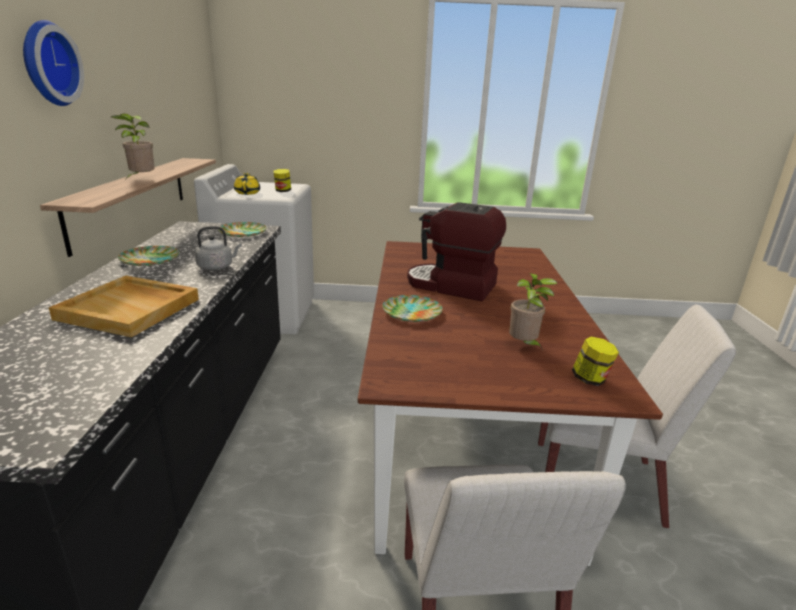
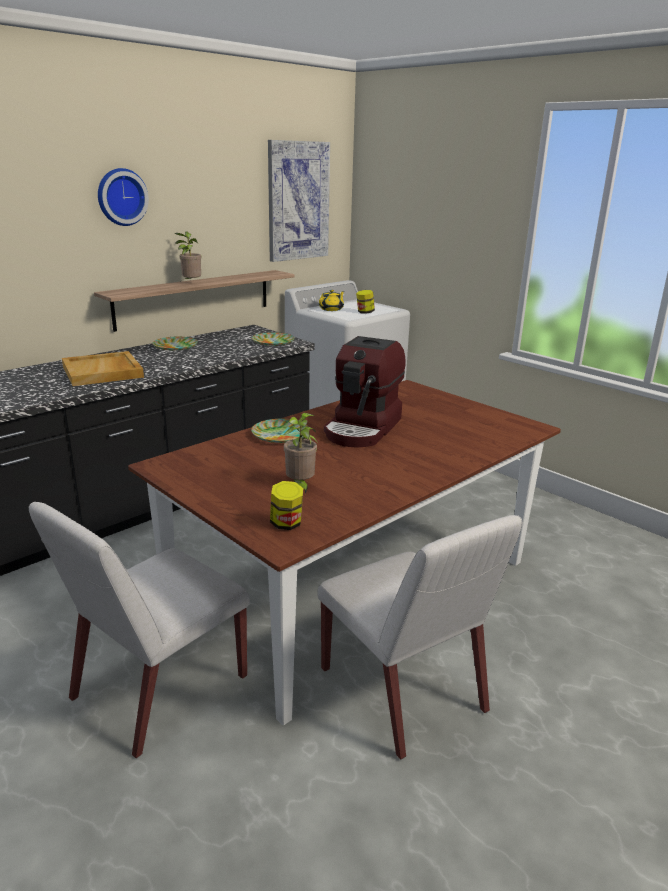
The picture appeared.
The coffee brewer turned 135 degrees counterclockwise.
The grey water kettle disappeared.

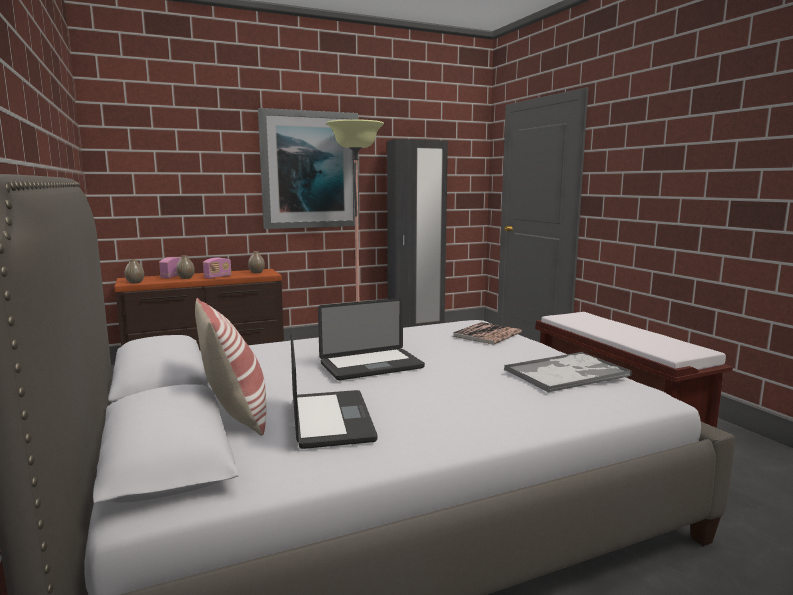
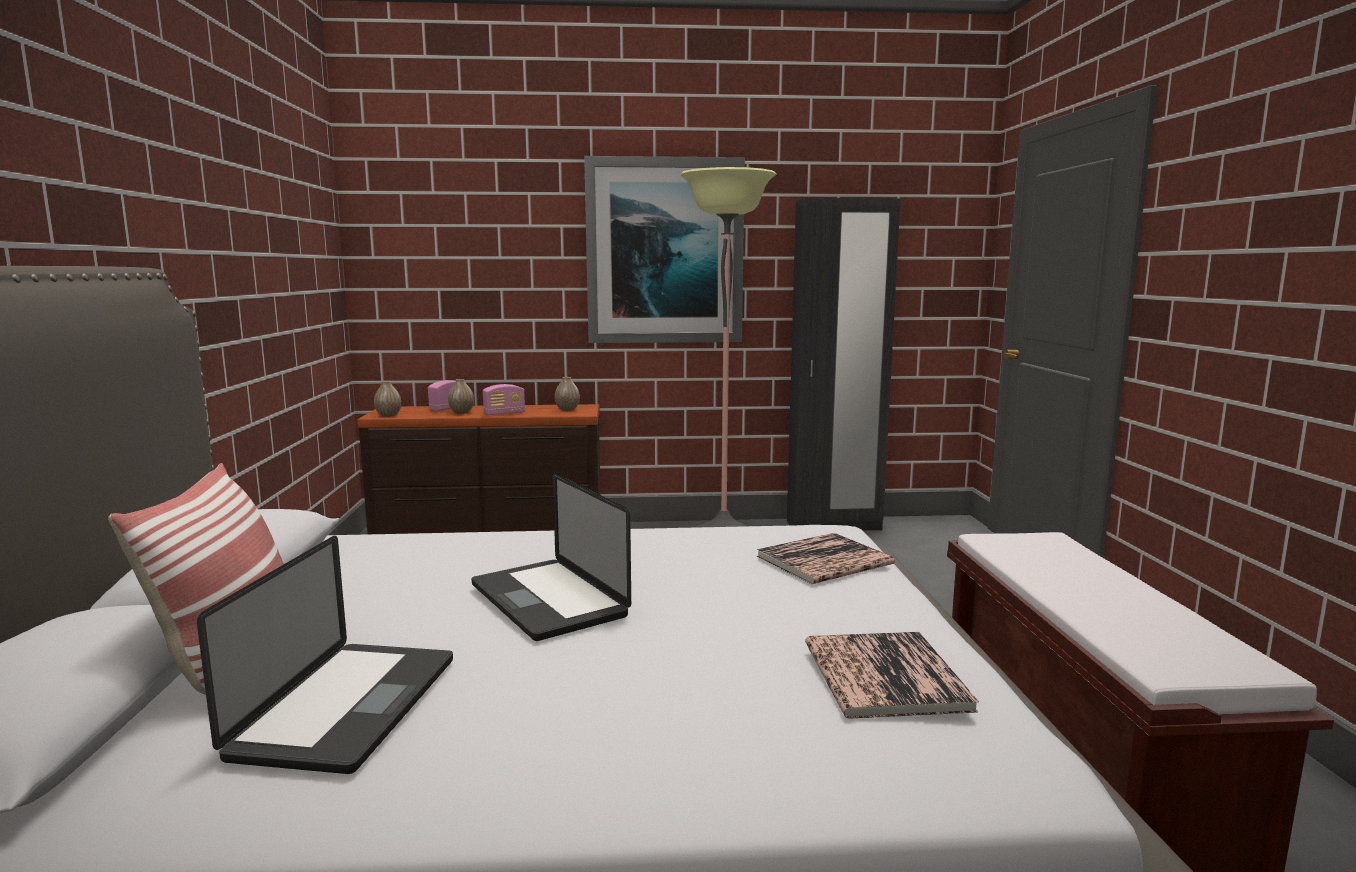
The portable computer (2nd from left) turned 60 degrees clockwise.
The tray was replaced by the book (2nd from left).

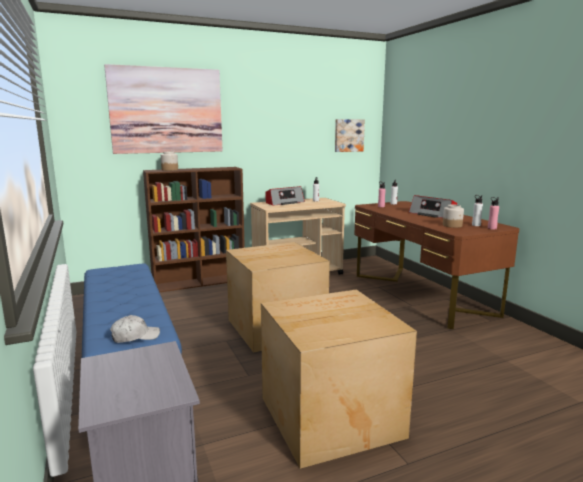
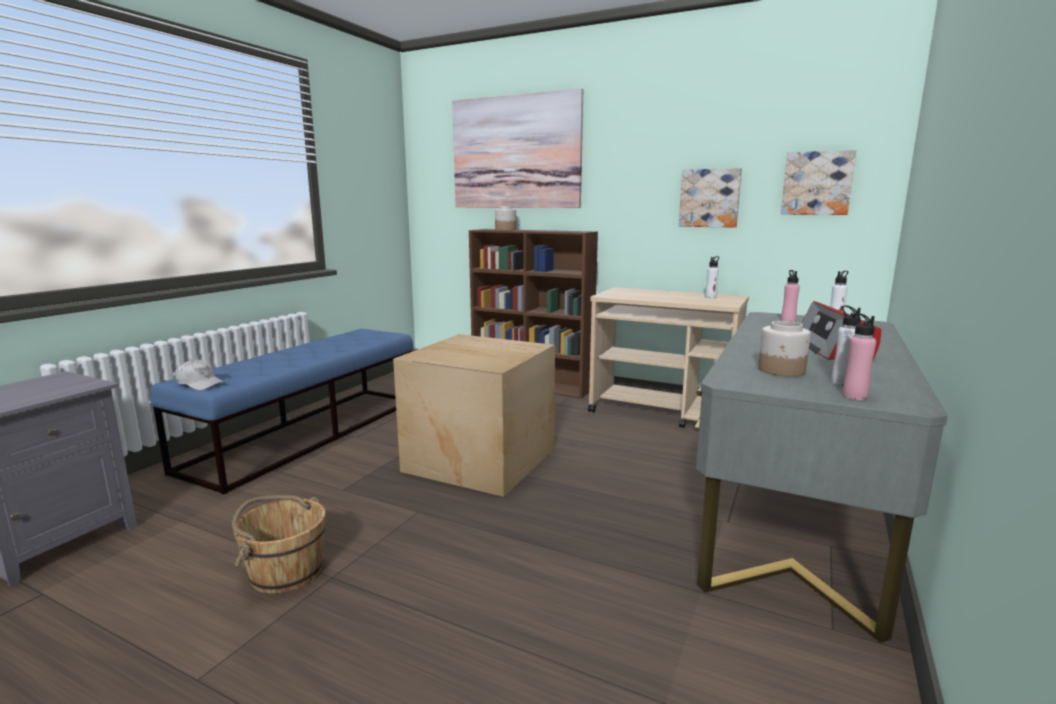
The carton (2nd from left) was replaced by the brown bucket.
The picture (2nd from left) appeared.
The brown desk unit became the grey desk unit.
The radio receiver (1st from left) disappeared.

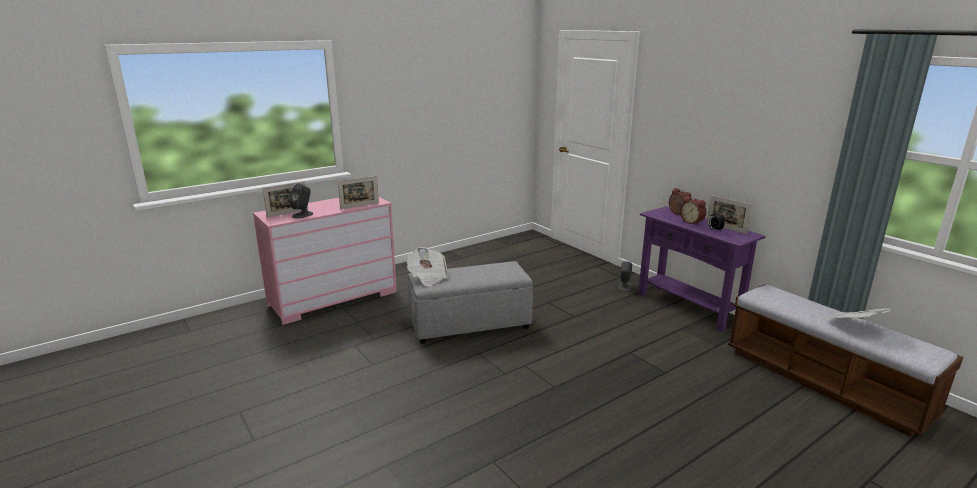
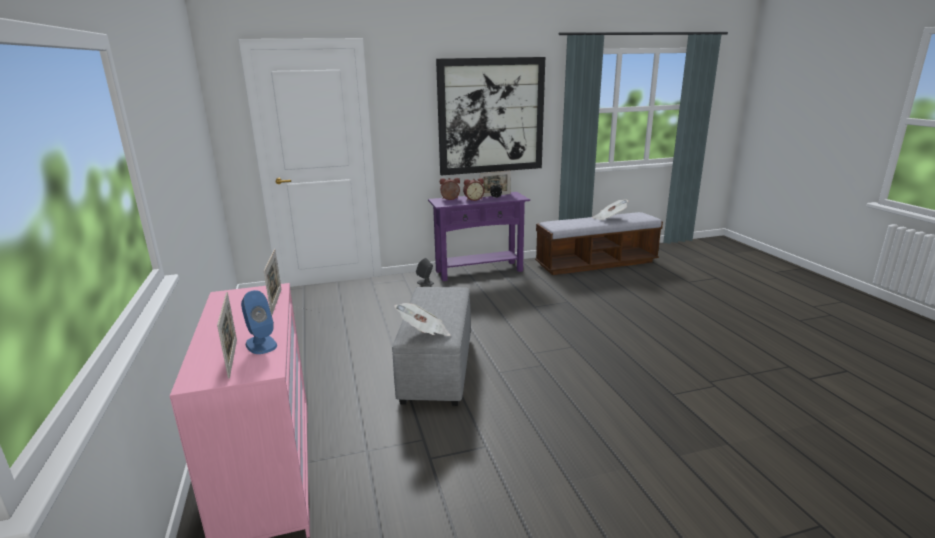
The grey speaker (1st from left) became the bluish speaker.
The picture appeared.

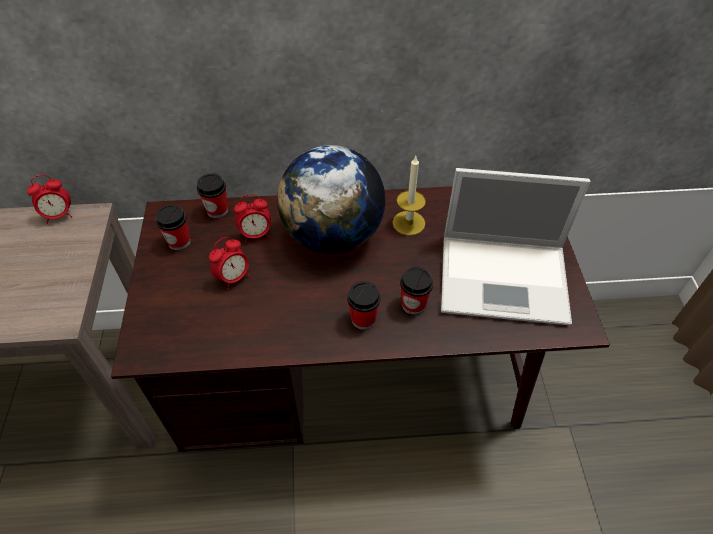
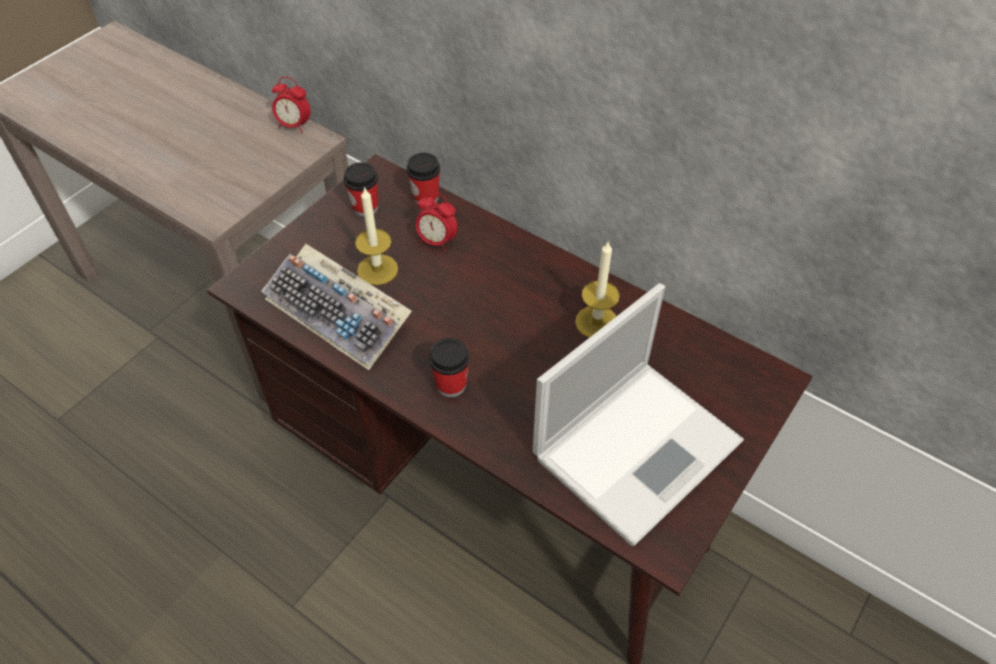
The computer keyboard appeared.
The bedside clock (2nd from left) was replaced by the wax candle (1st from left).
The portable computer turned 90 degrees counterclockwise.
The globe disappeared.
The drinking cup (4th from left) disappeared.

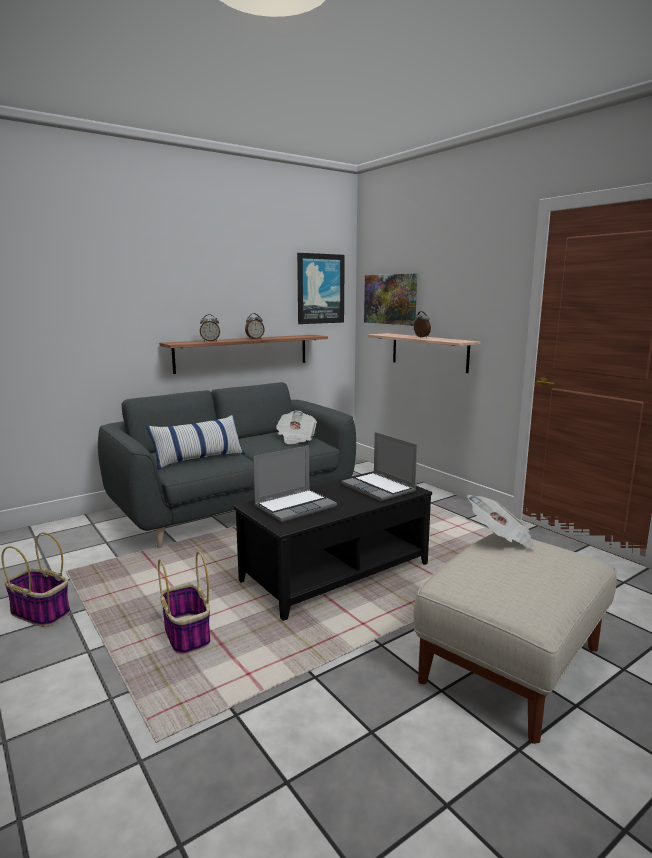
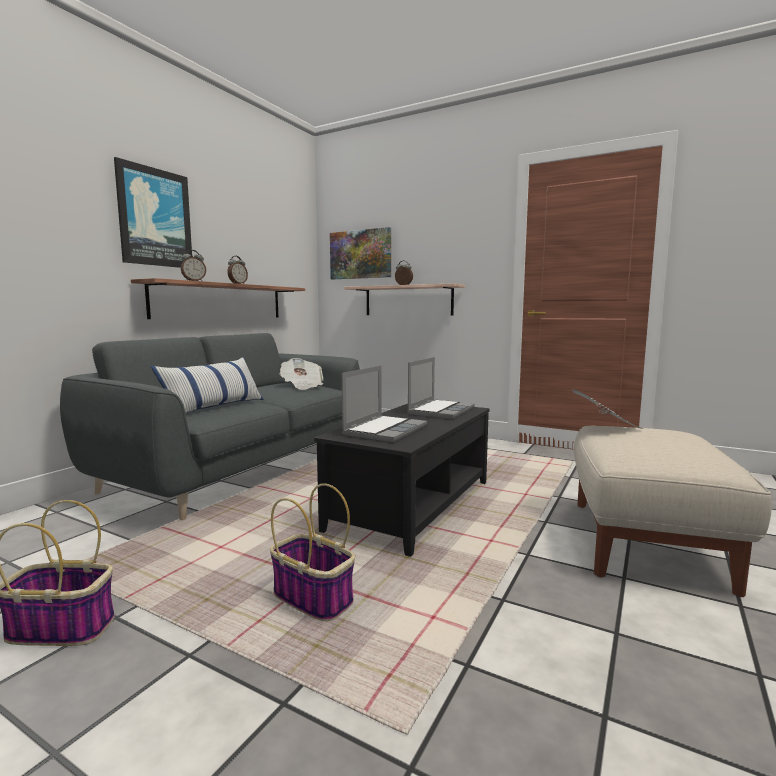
The picture (1st from left) moved.
The portable computer (2nd from left) turned 90 degrees counterclockwise.

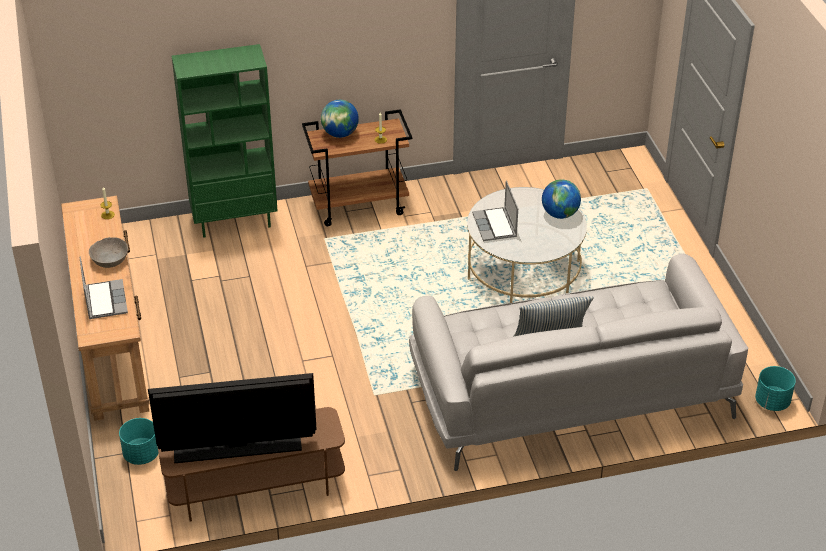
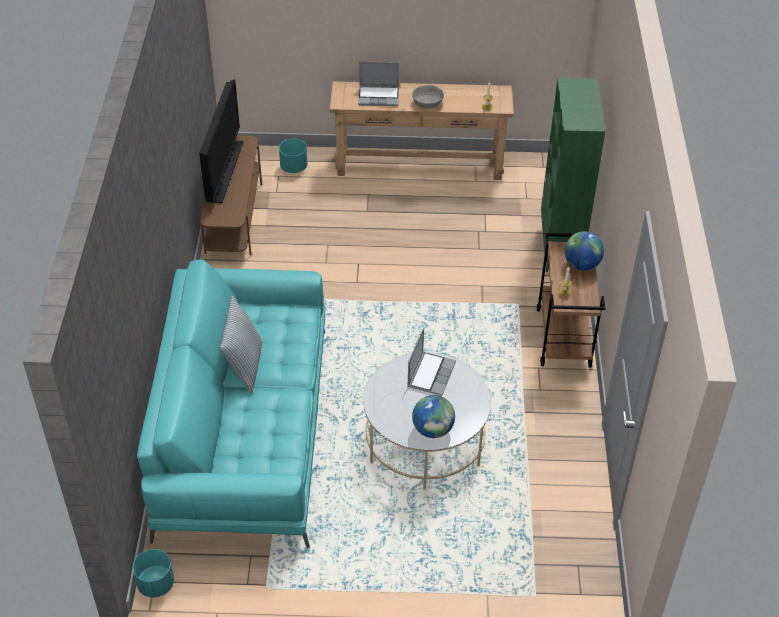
The grey couch became the blue-green couch.
The portable computer (2nd from left) turned 105 degrees clockwise.

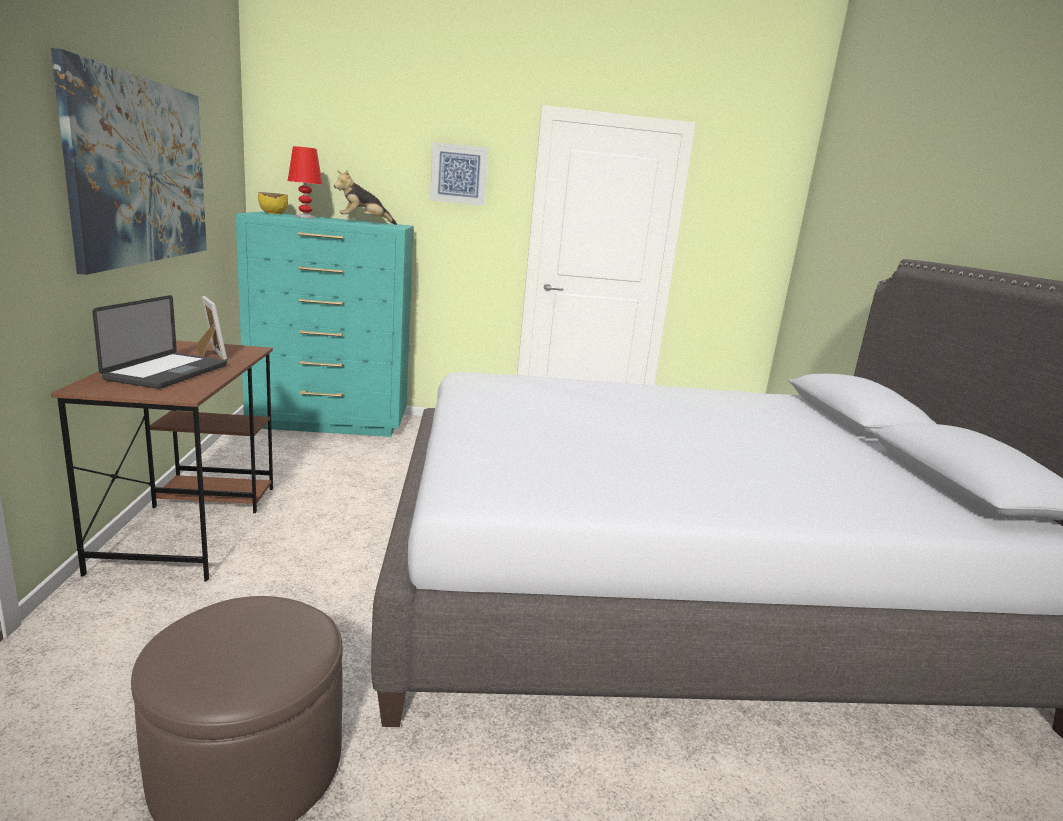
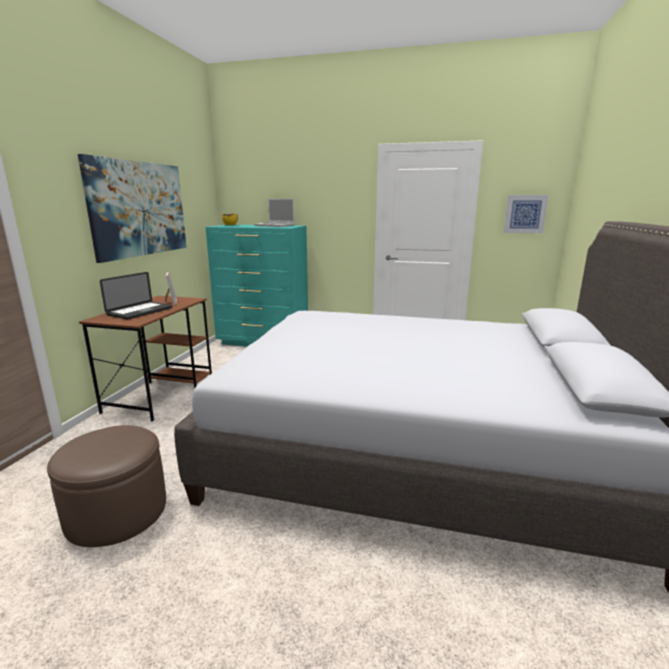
The cuddly toy was replaced by the portable computer (2nd from left).
The picture (2nd from left) moved.
The reddish table lamp disappeared.

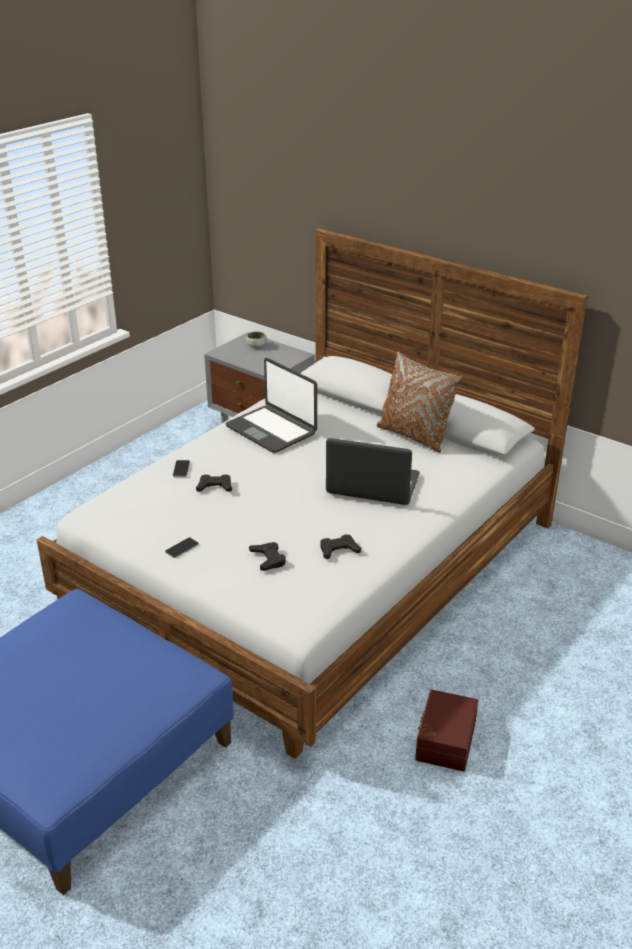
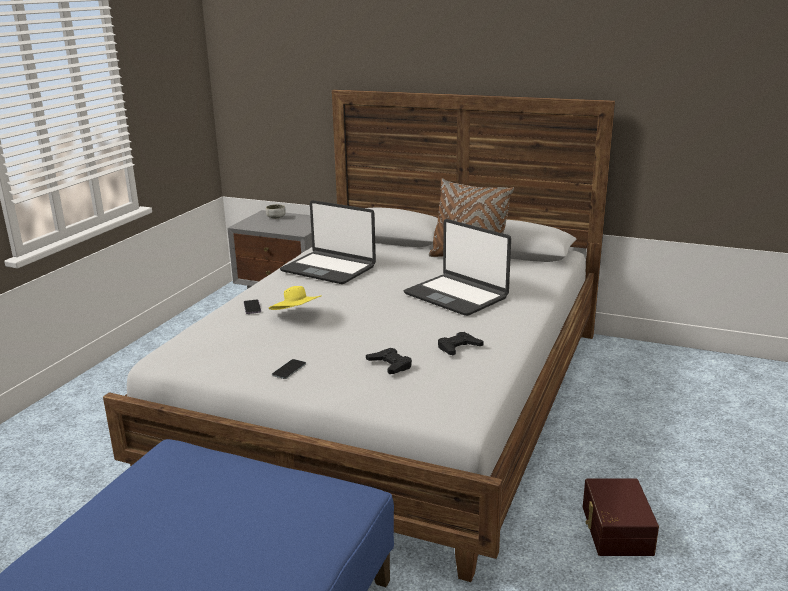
The black-coloured joypad (1st from left) was replaced by the yellow hat.
The portable computer (2nd from left) turned 135 degrees counterclockwise.

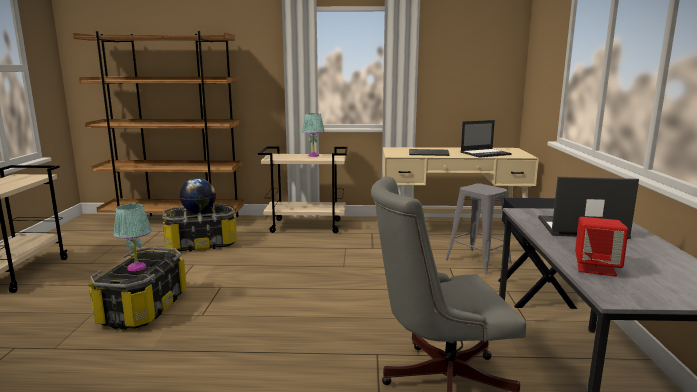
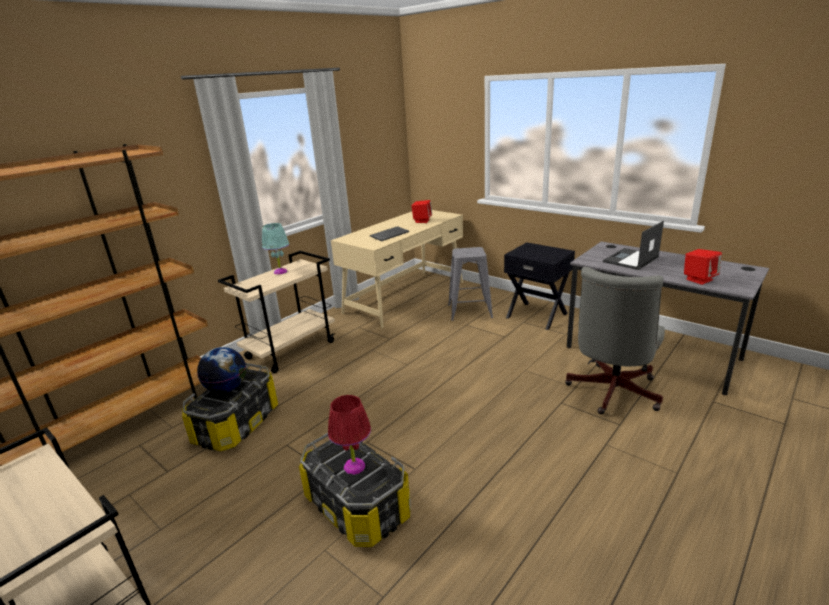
The blue-green table lamp (1st from left) became the reddish table lamp.
The portable computer (1st from left) was replaced by the reddish speaker (1st from left).

